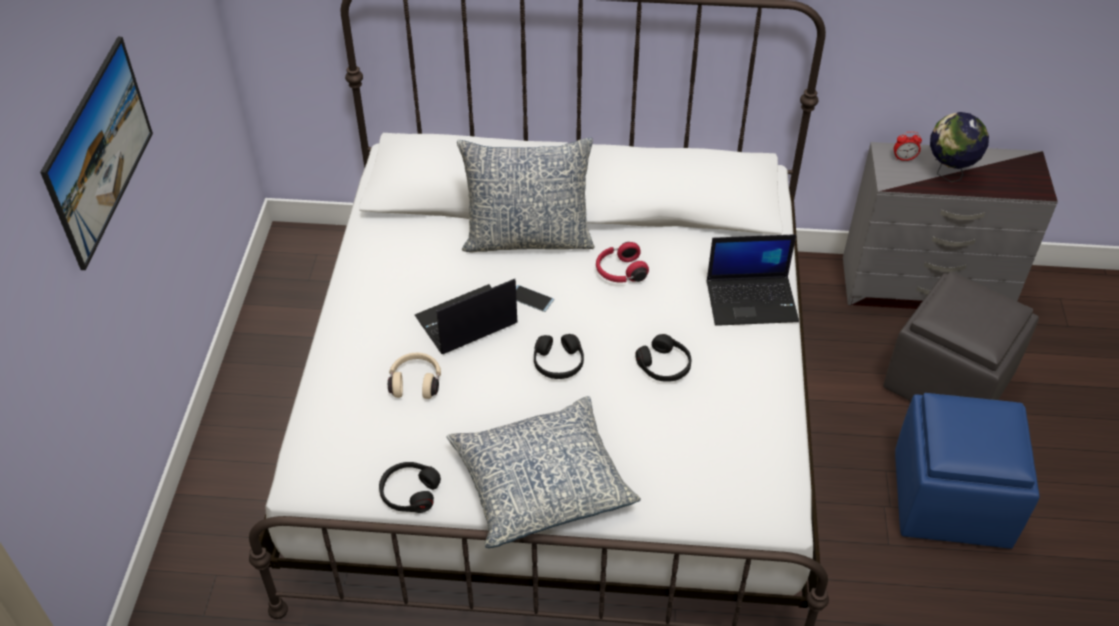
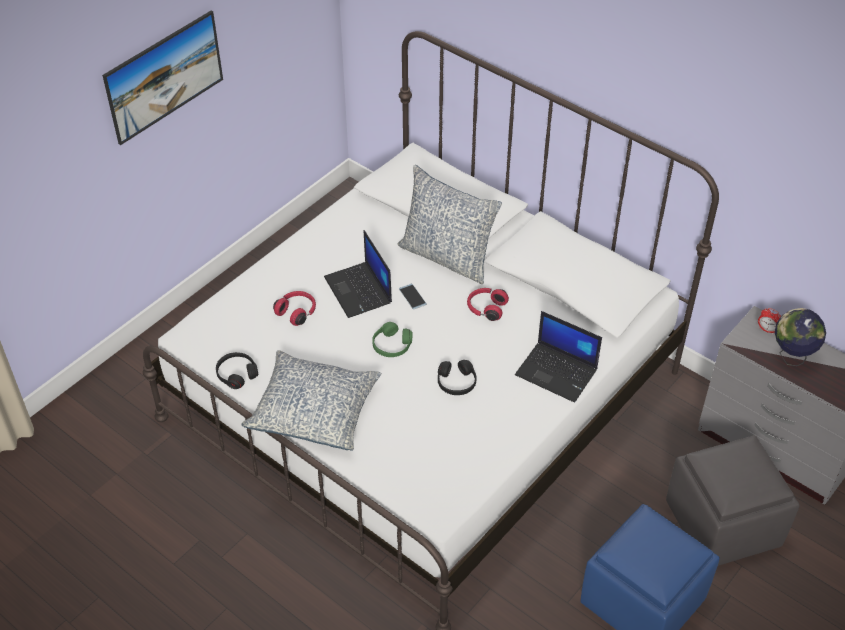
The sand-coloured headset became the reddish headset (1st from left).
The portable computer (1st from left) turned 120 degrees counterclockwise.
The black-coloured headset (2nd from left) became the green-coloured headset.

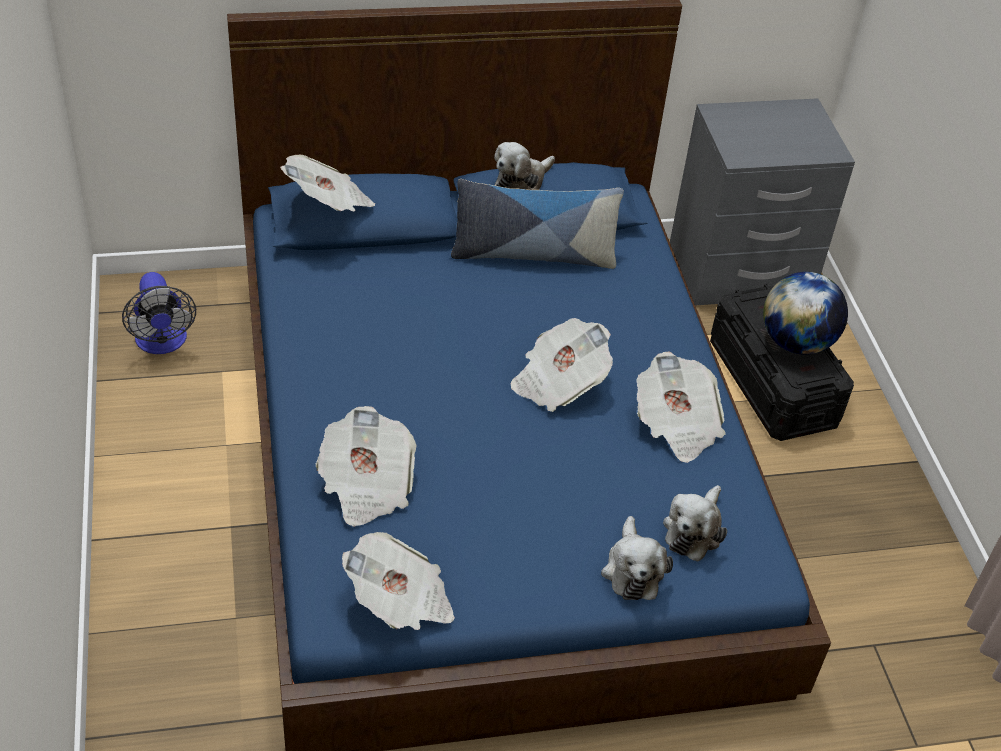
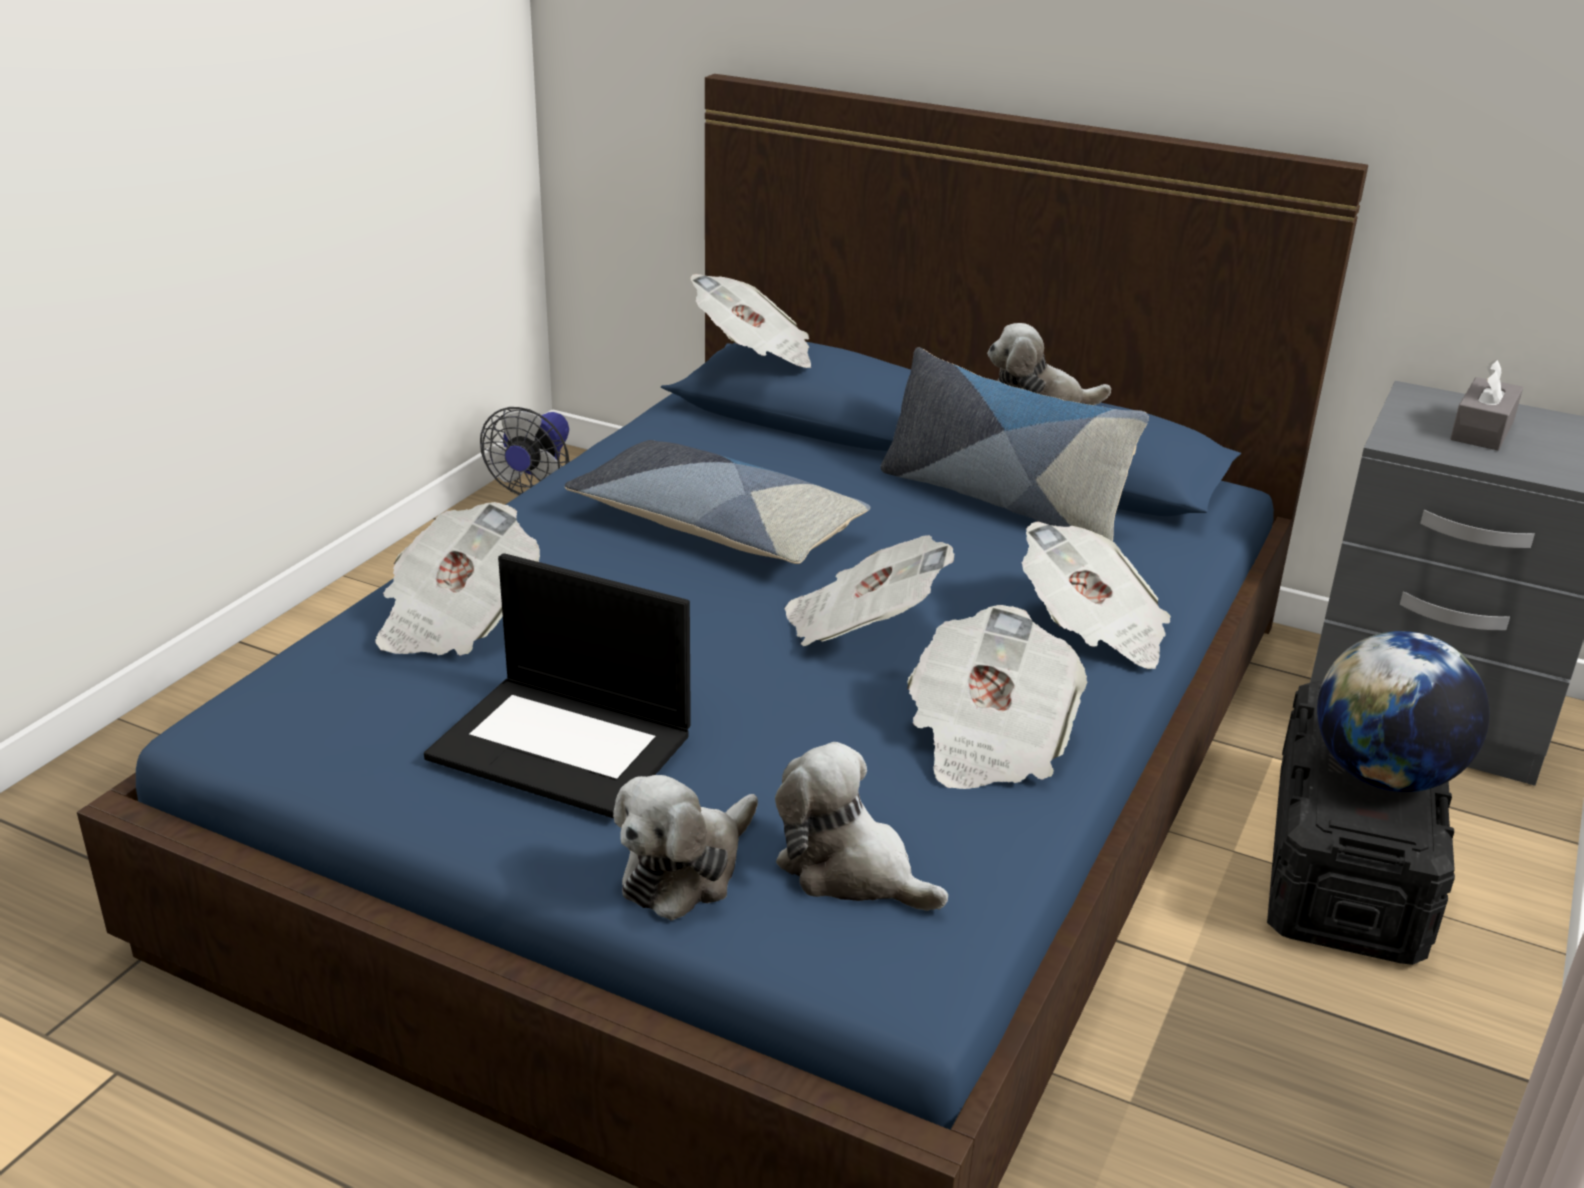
The portable computer appeared.
The cushion (1st from left) appeared.
The cuddly toy (3rd from left in the first image) turned 60 degrees clockwise.
The newspaper (3rd from left in the first image) moved.
The grey tissue holder appeared.

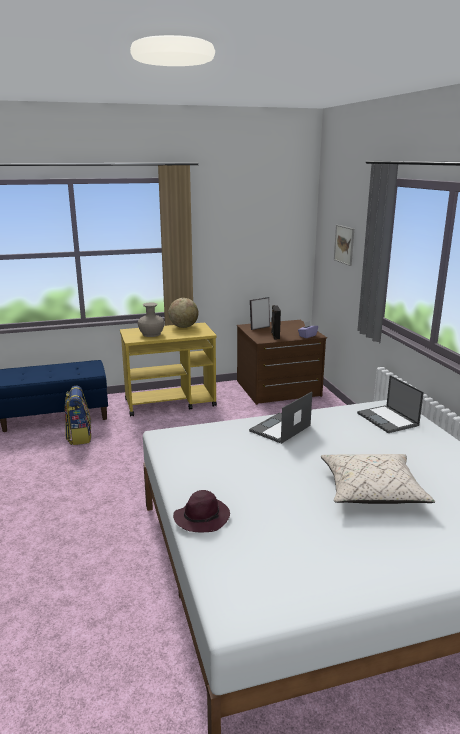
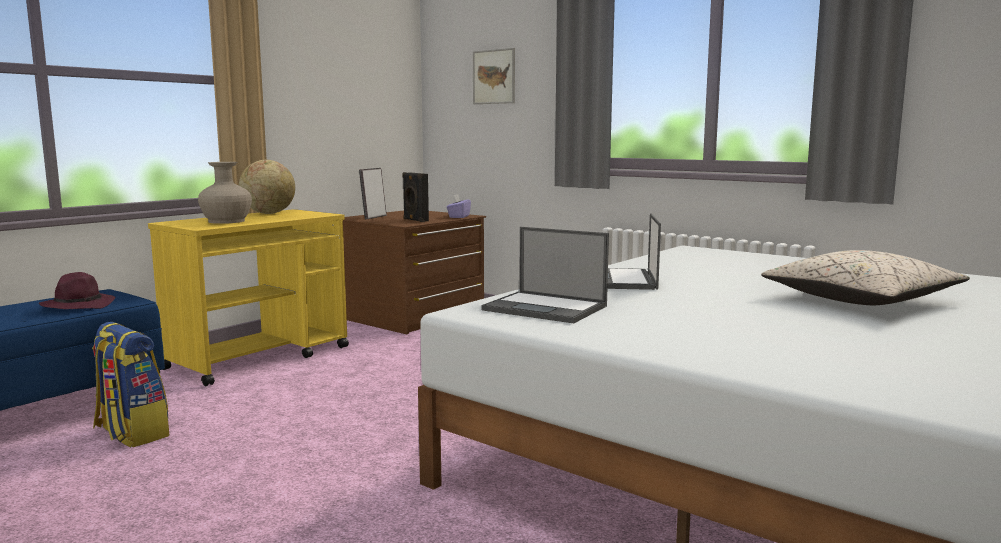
The purplish hat moved.
The portable computer (2nd from left in the first image) moved.

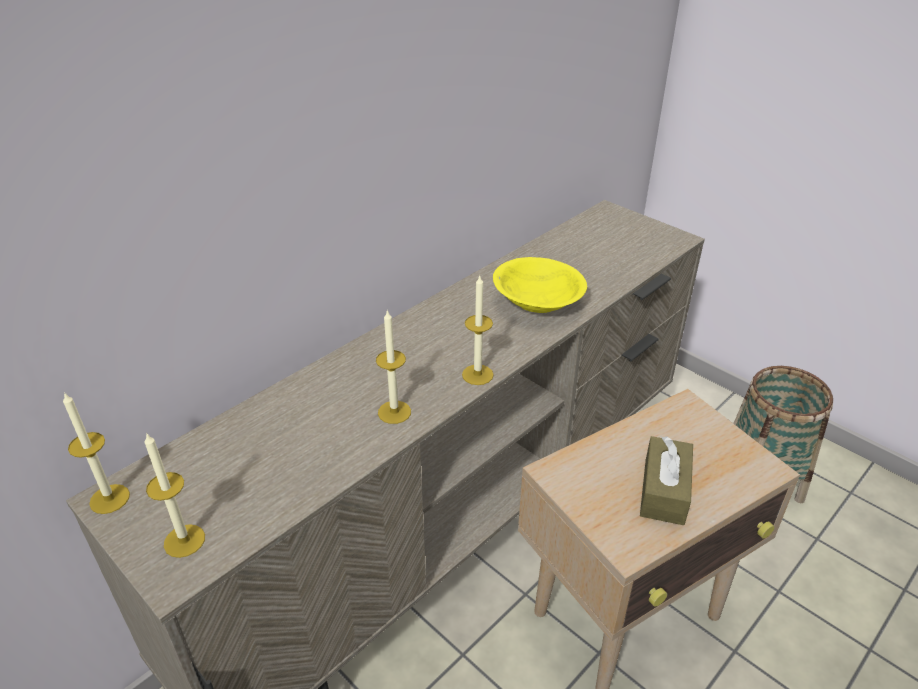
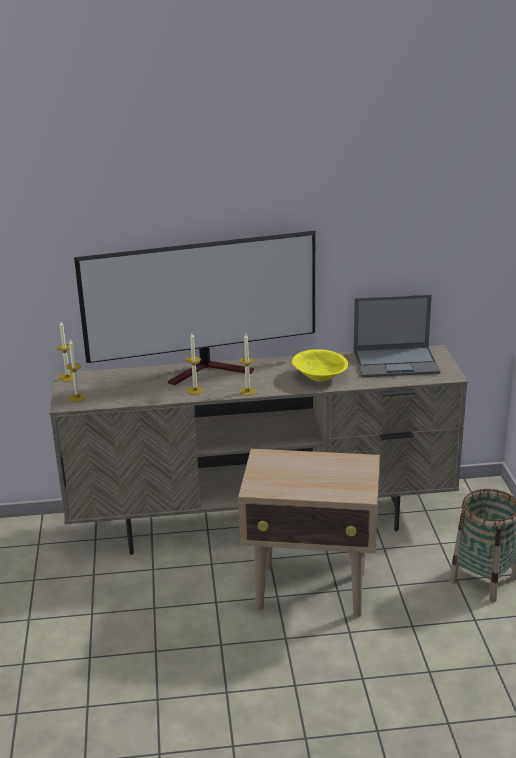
The TV appeared.
The portable computer appeared.
The brown tissue holder disappeared.

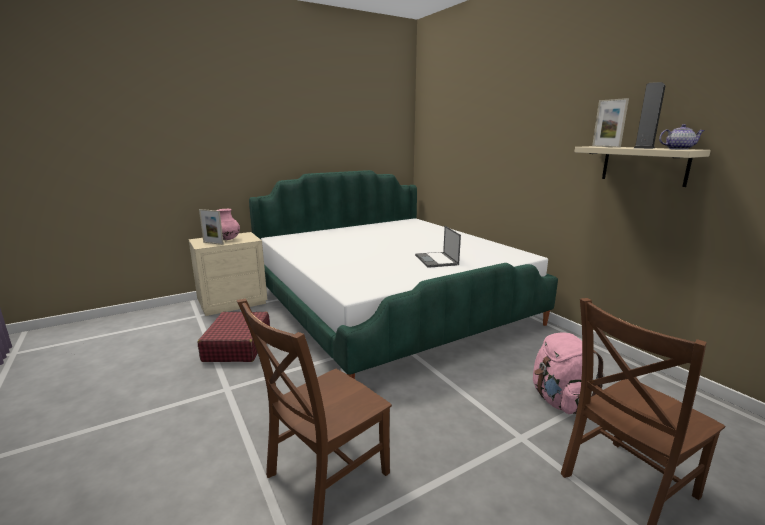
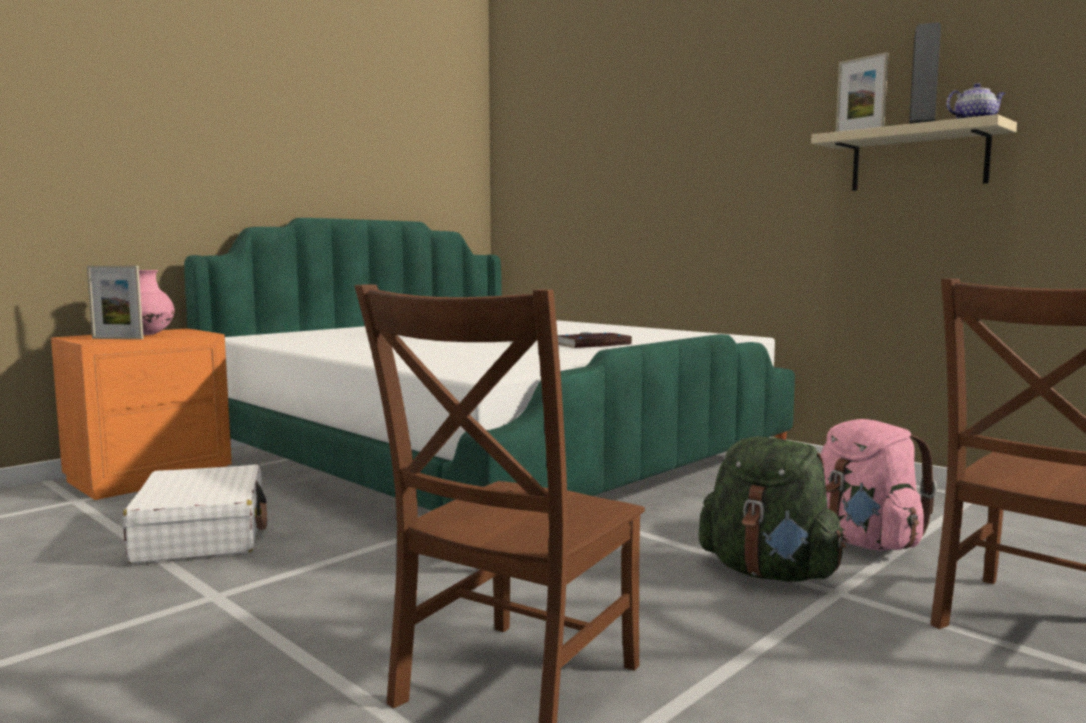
The sand-coloured nightstand became the orange-coloured nightstand.
The reddish travel case became the white-coloured travel case.
The portable computer was replaced by the book.
The green-coloured backpack appeared.

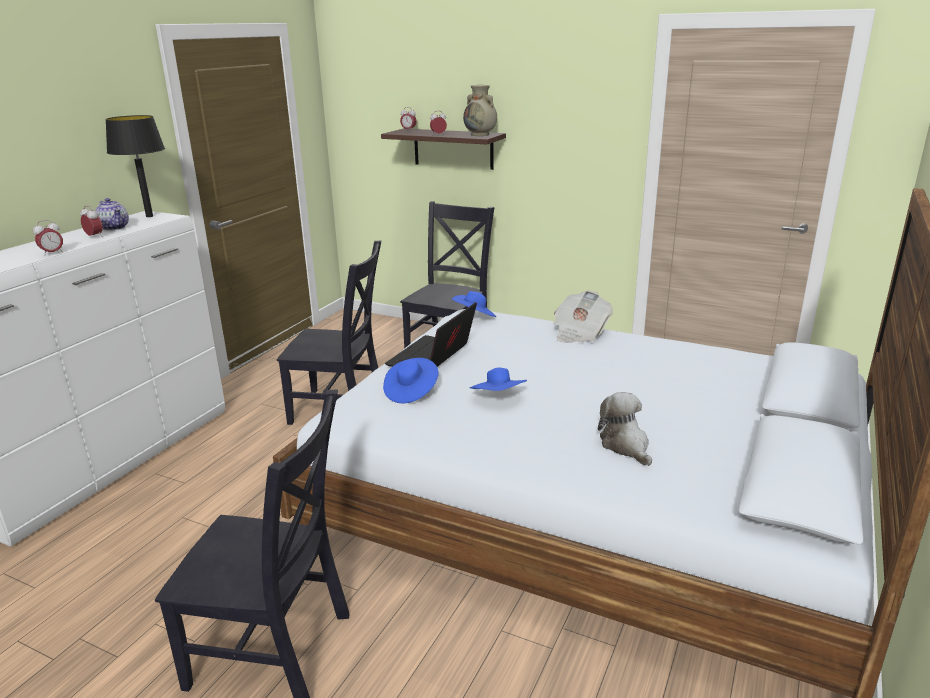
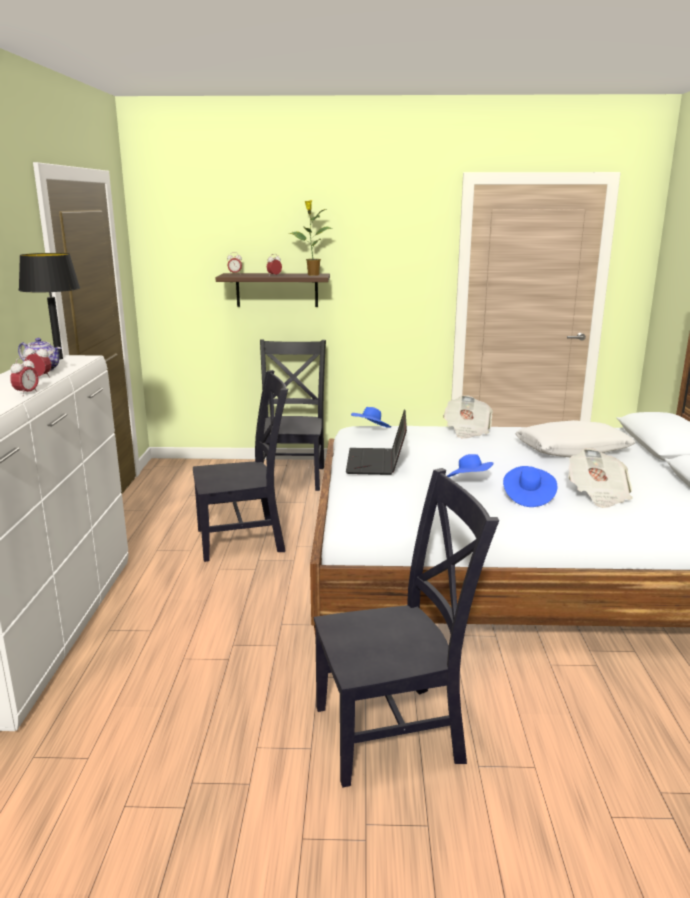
The sand-coloured vase was replaced by the plant in a pot.
The bluish hat (1st from left in the first image) moved.
The white-coloured cushion appeared.
The cuddly toy was replaced by the newspaper (2nd from left).

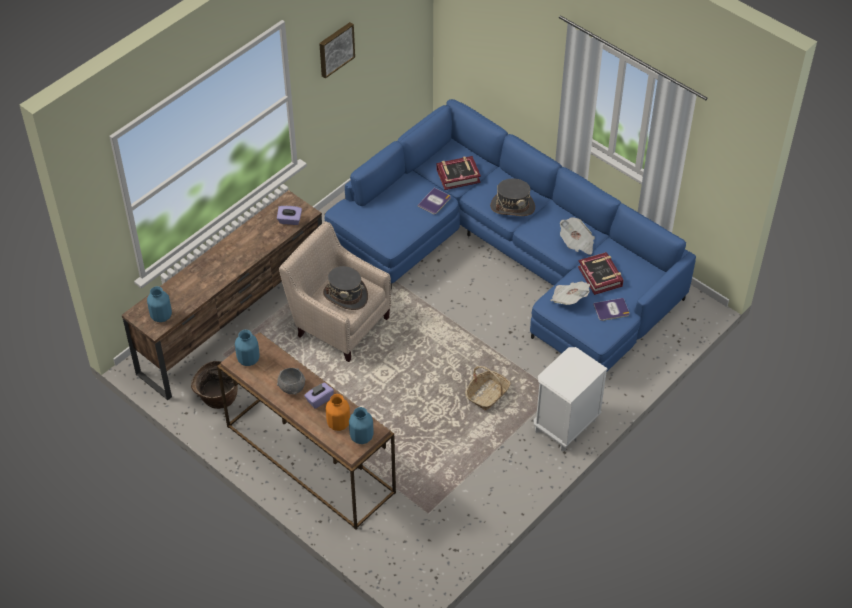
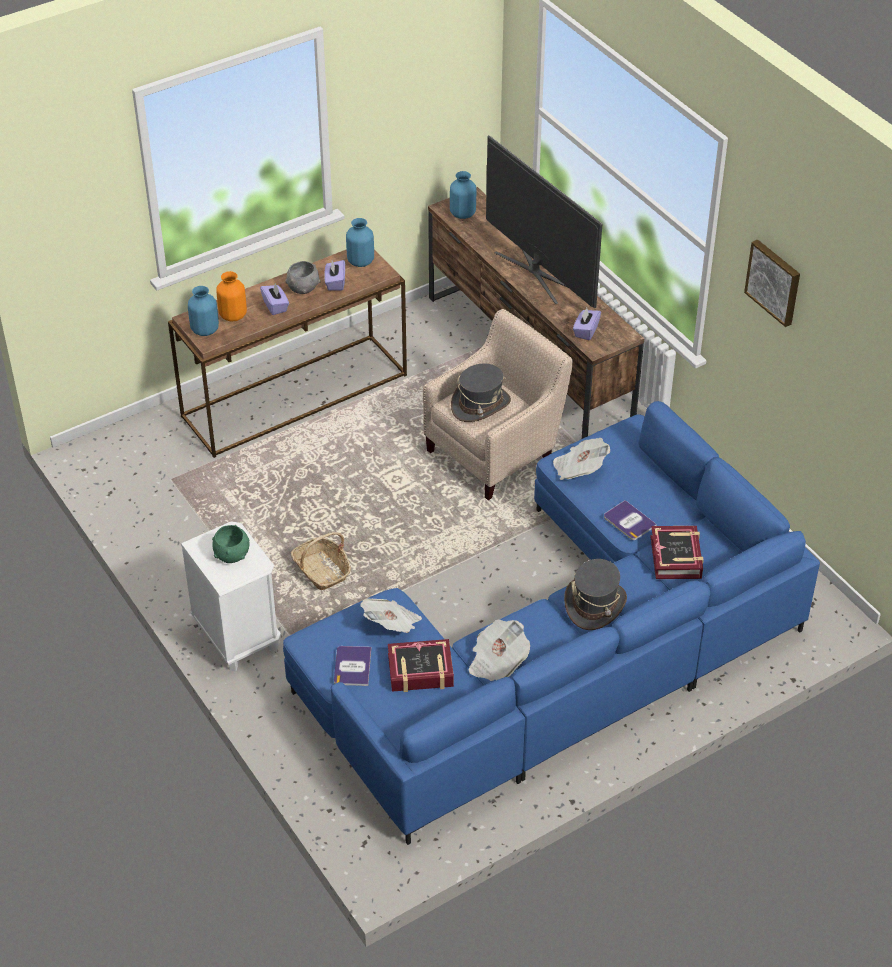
The green-coloured bowl appeared.
The purplish tissue holder (2nd from left) appeared.
The TV appeared.
The newspaper (3rd from left) appeared.
The storage basket (1st from left) disappeared.

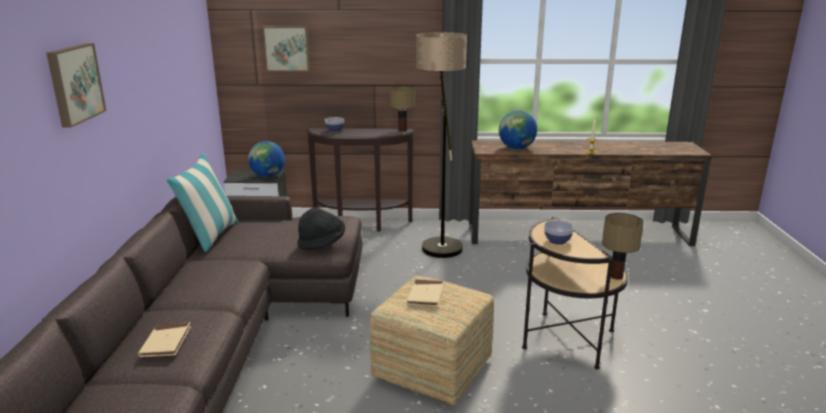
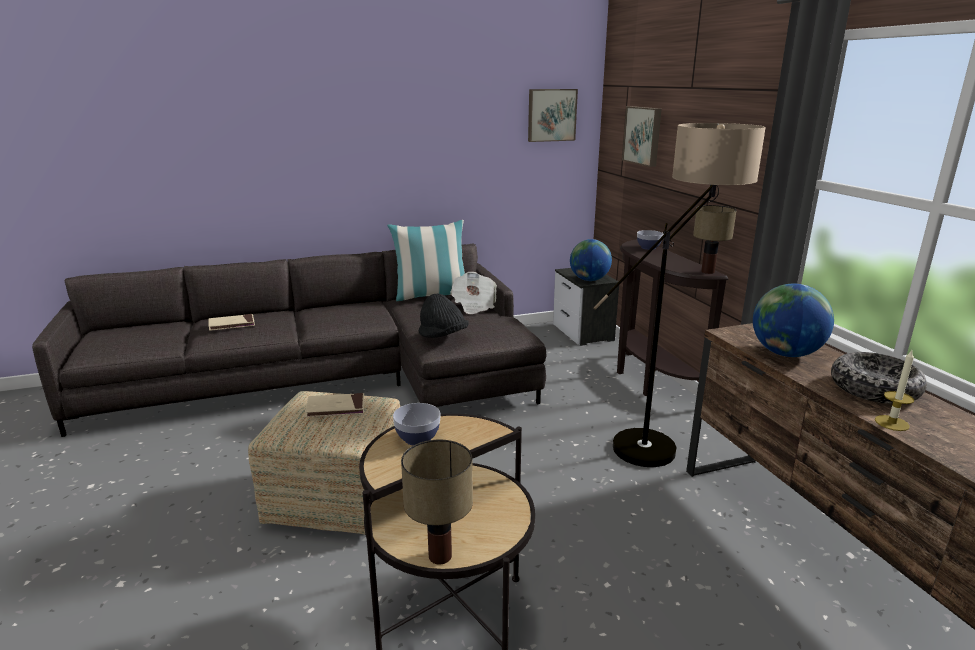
The newspaper appeared.
The picture (1st from left) moved.
The bowl (3rd from left) appeared.

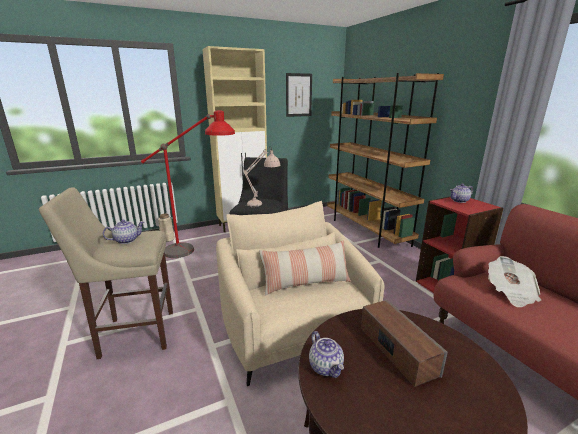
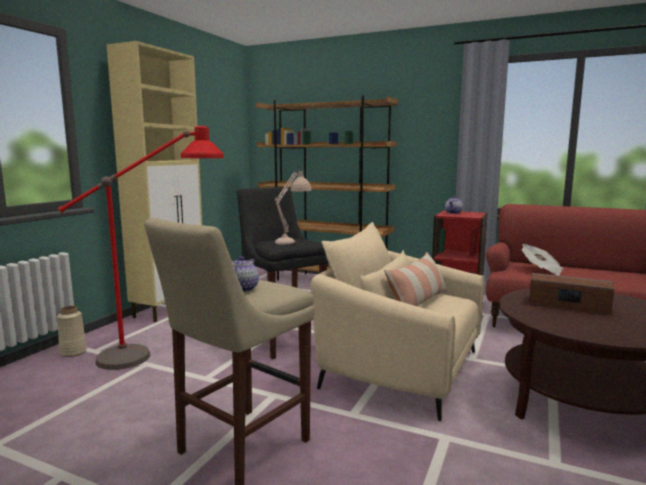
The picture disappeared.
The tea pot (2nd from left) disappeared.

